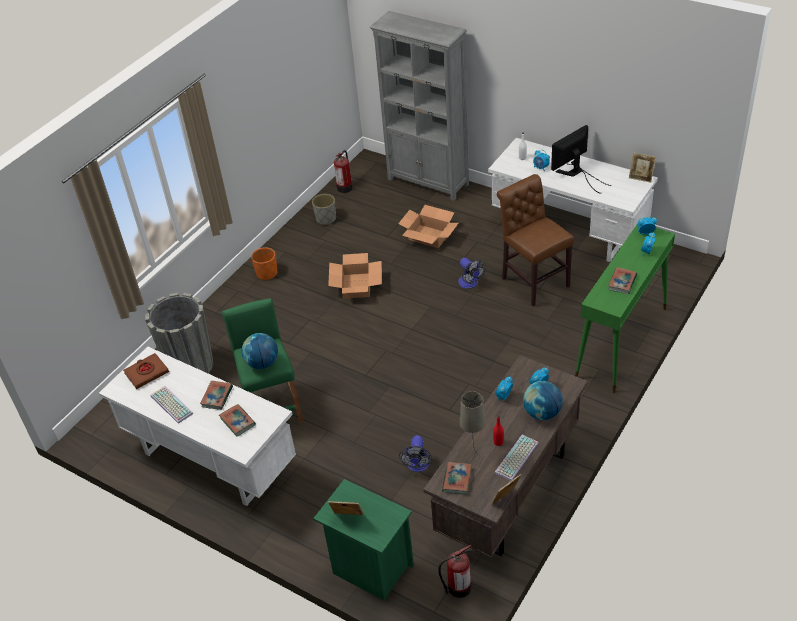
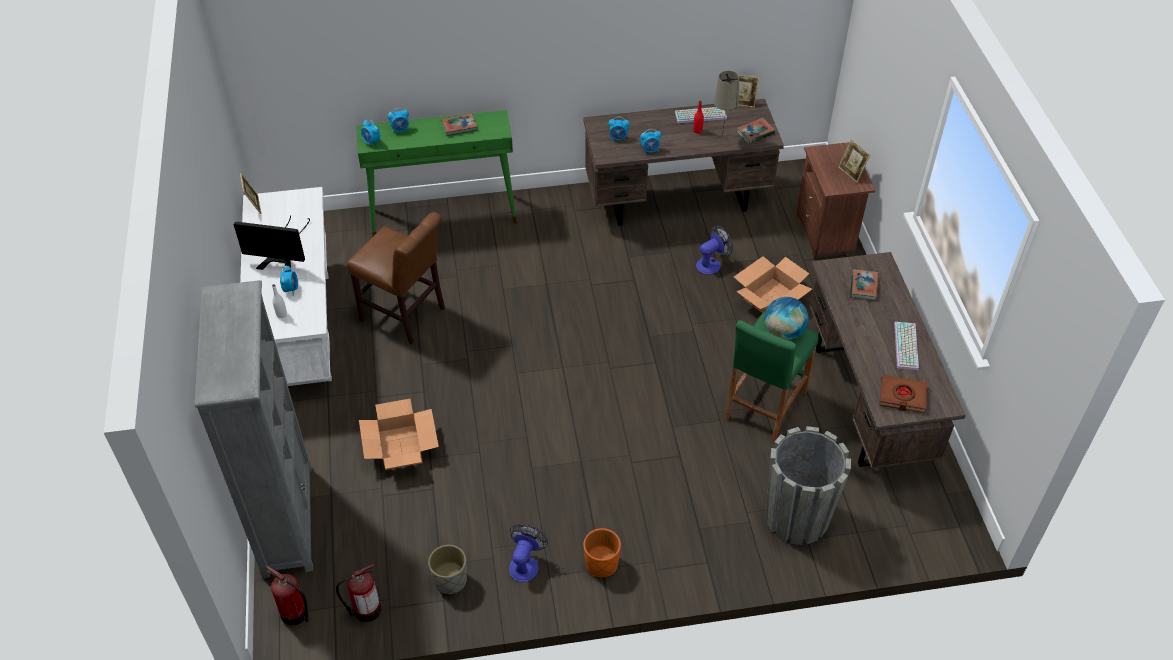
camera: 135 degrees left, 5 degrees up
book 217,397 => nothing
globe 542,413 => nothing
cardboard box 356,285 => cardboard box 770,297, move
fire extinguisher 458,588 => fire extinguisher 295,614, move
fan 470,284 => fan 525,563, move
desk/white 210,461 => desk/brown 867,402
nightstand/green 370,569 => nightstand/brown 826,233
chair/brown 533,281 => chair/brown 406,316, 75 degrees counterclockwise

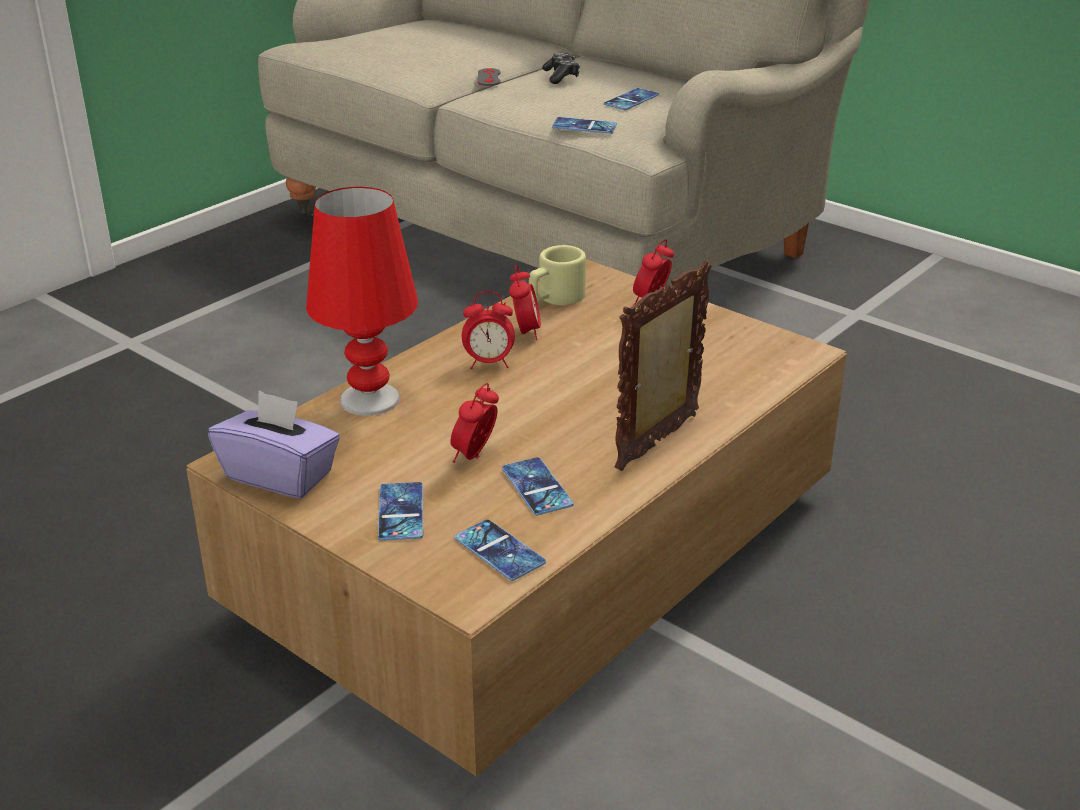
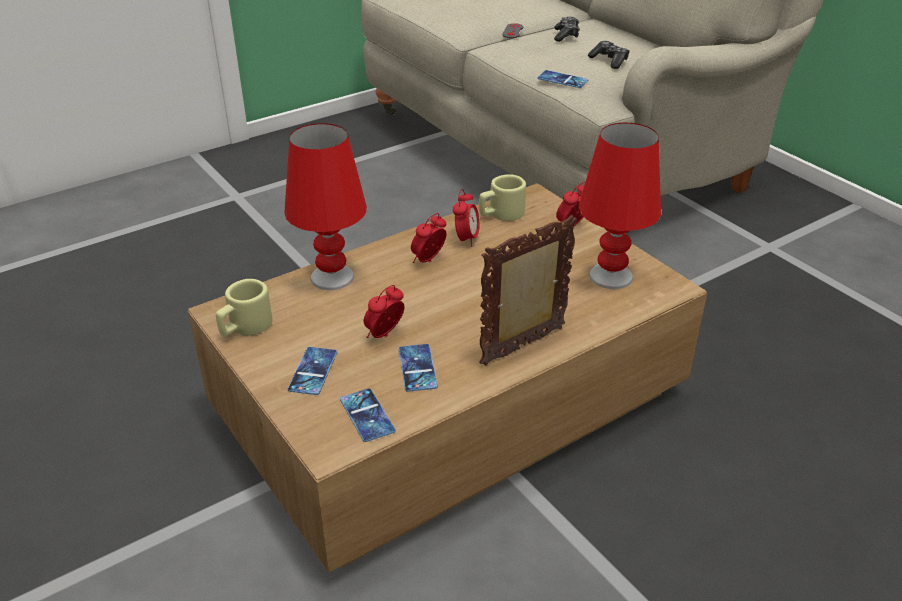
camera: 15 degrees right, 5 degrees up
nothing => table lamp/red 610,276
tissue box/purple 280,475 => mug/beige 245,327
phone 631,100 => game controller 609,61
alarm clock 489,363 => alarm clock 428,261, 120 degrees clockwise

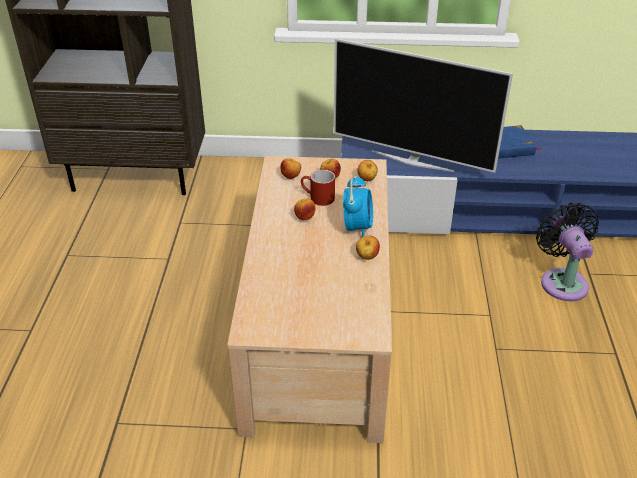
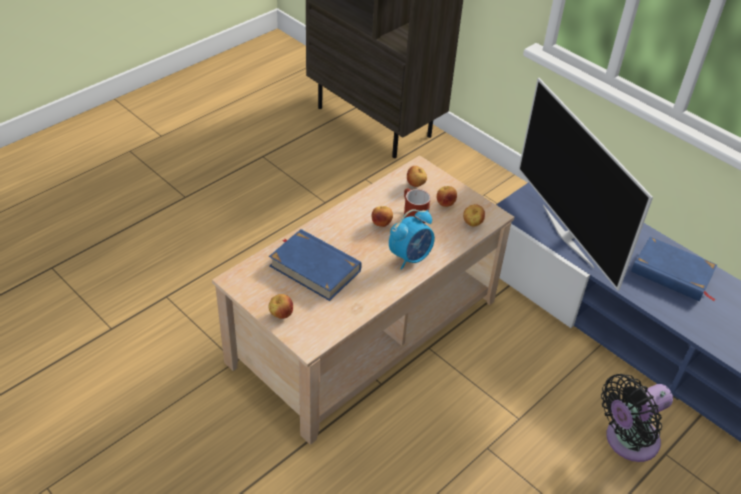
camera: 40 degrees right, 5 degrees up
nothing => book/blue 315,268
apple 367,257 => apple 281,314, move
fan/black 562,281 => fan/black 627,441, 150 degrees counterclockwise

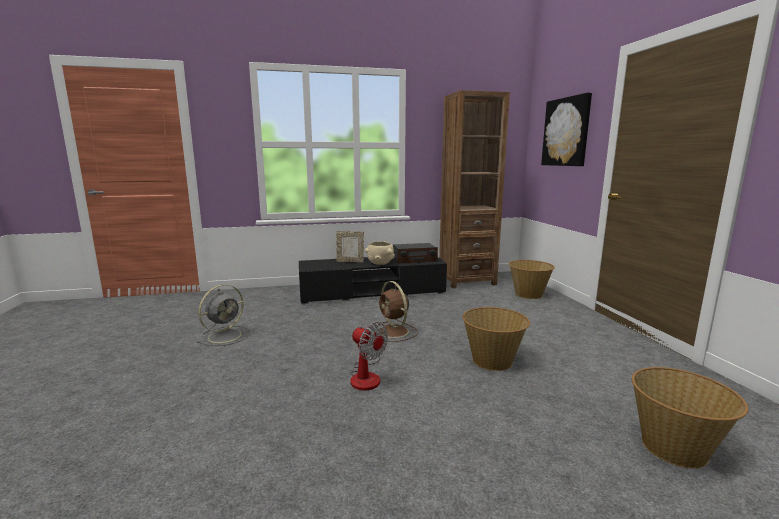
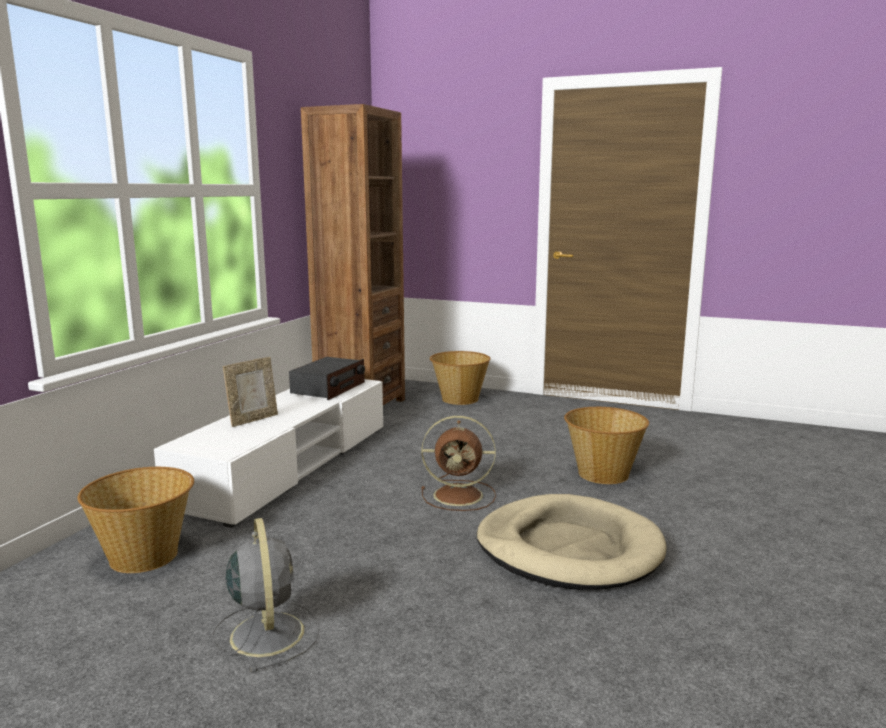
camera: 55 degrees left, 0 degrees up
bowl/beige 380,263 => nothing
picture 566,132 => nothing
basket 675,448 => basket 145,556, move
fan 366,376 => dog bed/beige 568,549
tv stand/black 372,292 => tv stand/white 288,465

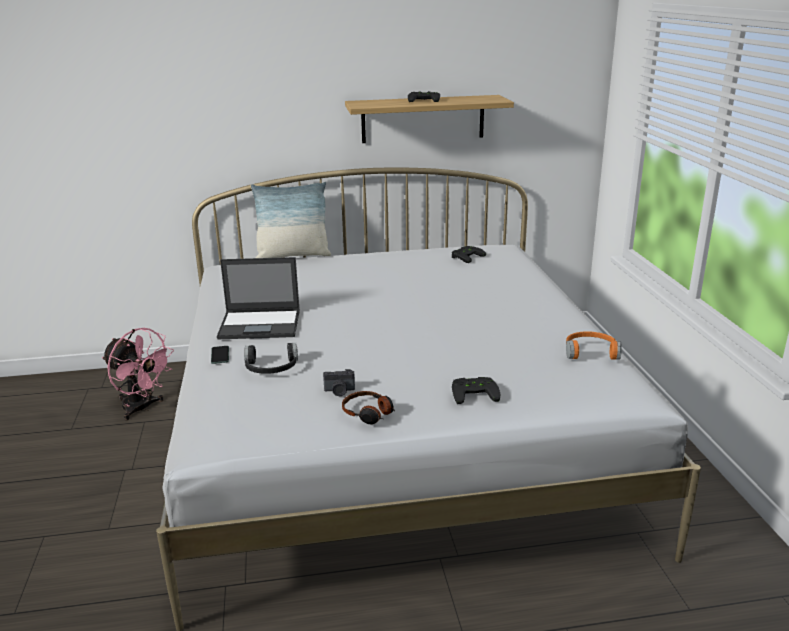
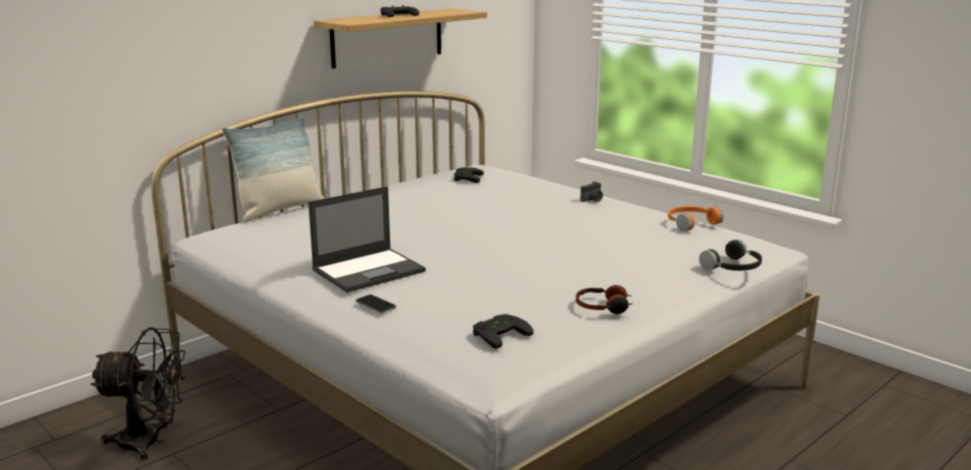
camera: 35 degrees left, 5 degrees down
headphones/black 271,368 => headphones/black 734,267, move
photo camera 339,391 => photo camera 592,200, move
game controller/black 474,392 => game controller/black 499,334, move
fan/pink 142,408 => fan/black 150,442

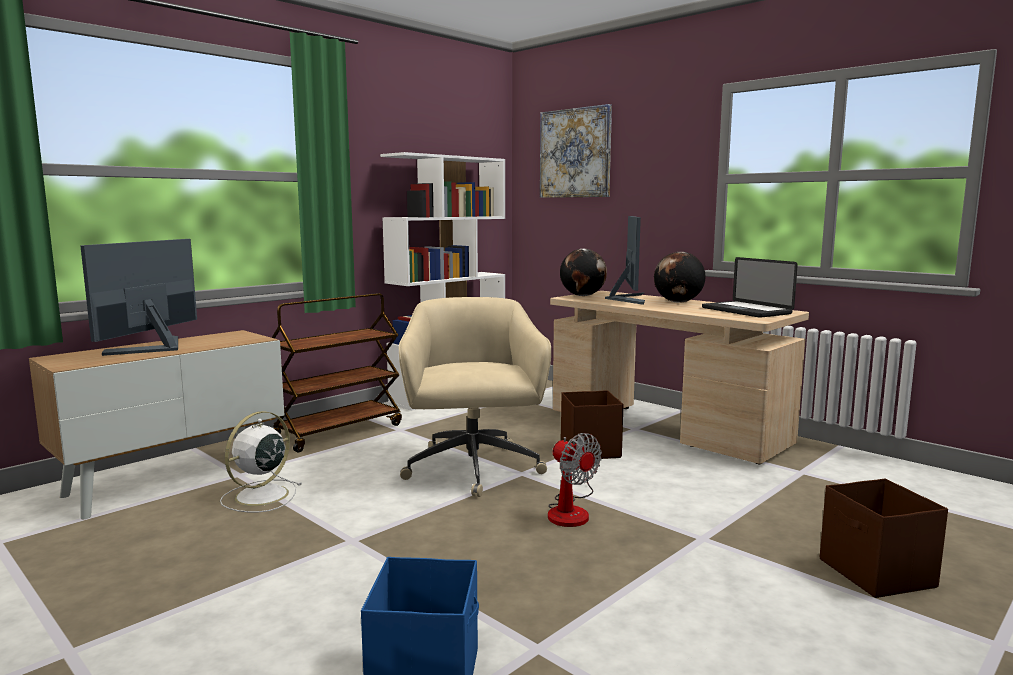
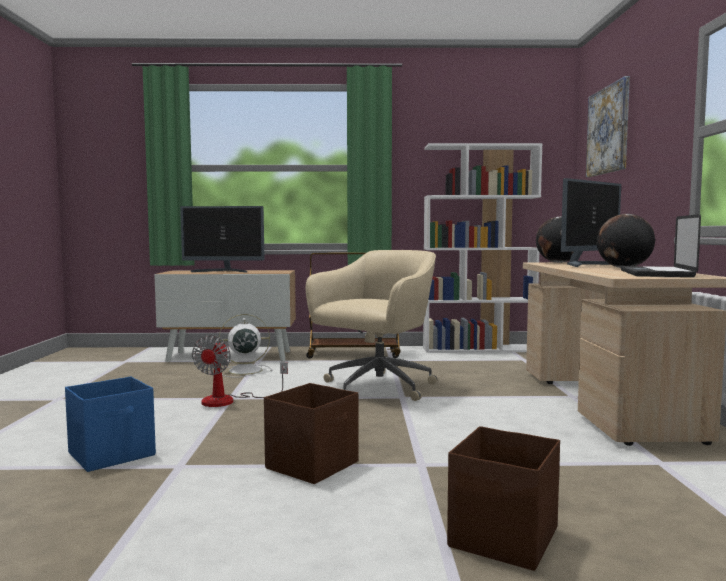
camera: 45 degrees right, 5 degrees down
fan 571,511 => fan 229,400, move
storage box/brown 590,450 => storage box/brown 313,465, move
monitor 154,348 => monitor 224,271, 150 degrees counterclockwise

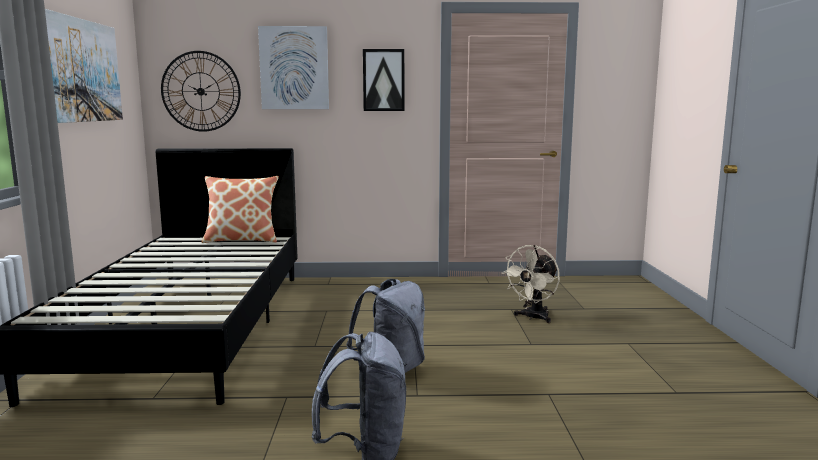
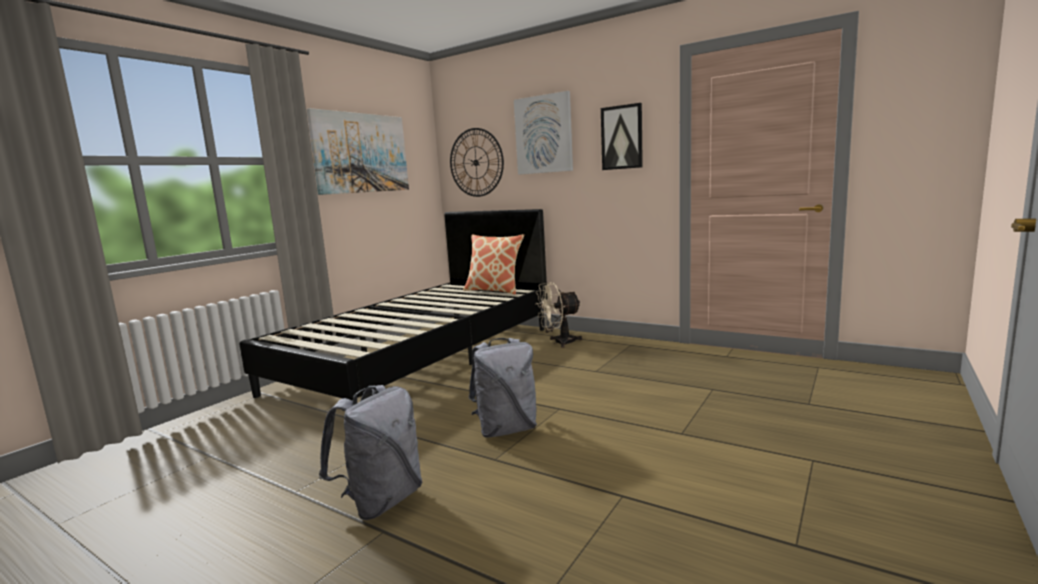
camera: 35 degrees right, 0 degrees up
fan/beige 533,318 => fan/beige 559,343, move

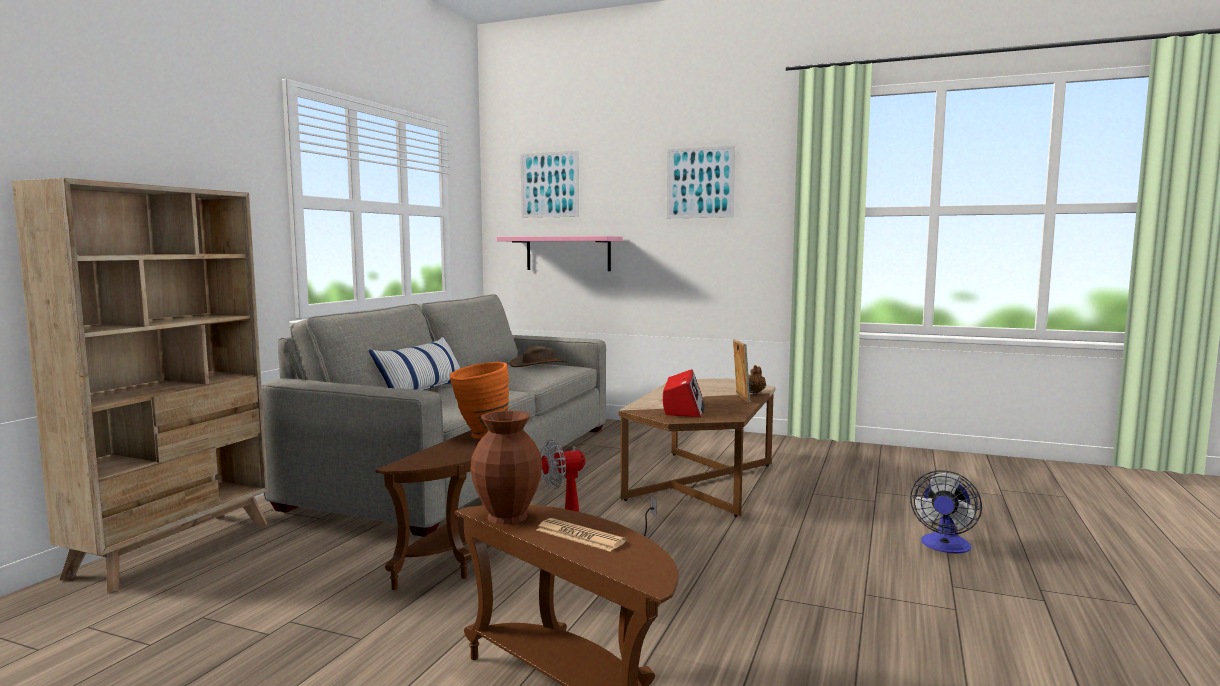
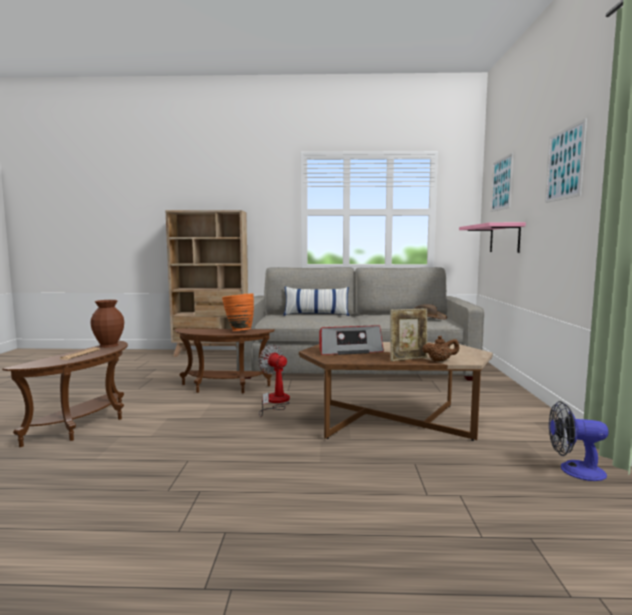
camera: 70 degrees right, 0 degrees up
fan 944,547 => fan 574,470, move

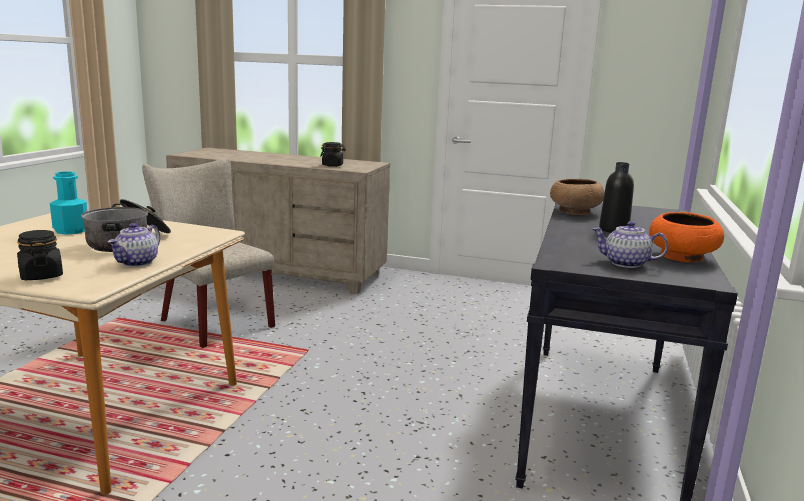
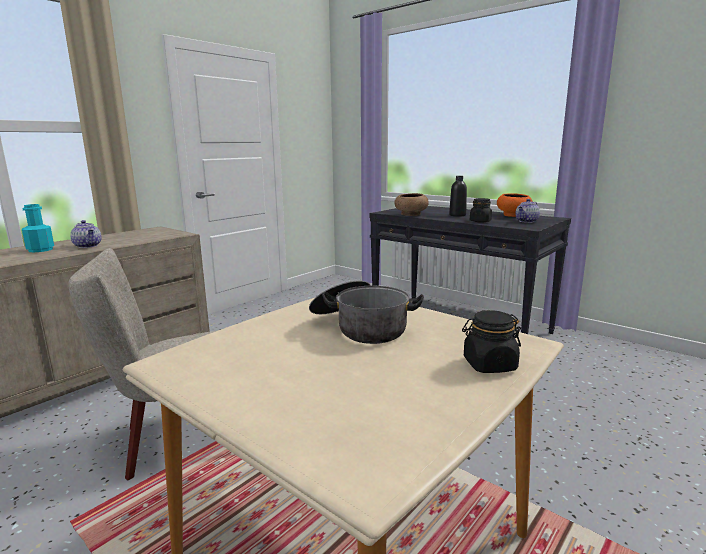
camera: 65 degrees left, 0 degrees up
bottle/turquoise 71,230 => bottle/turquoise 40,250, move
teapot 137,262 => teapot 88,246, move
jar/black 332,165 => jar/black 480,221, move

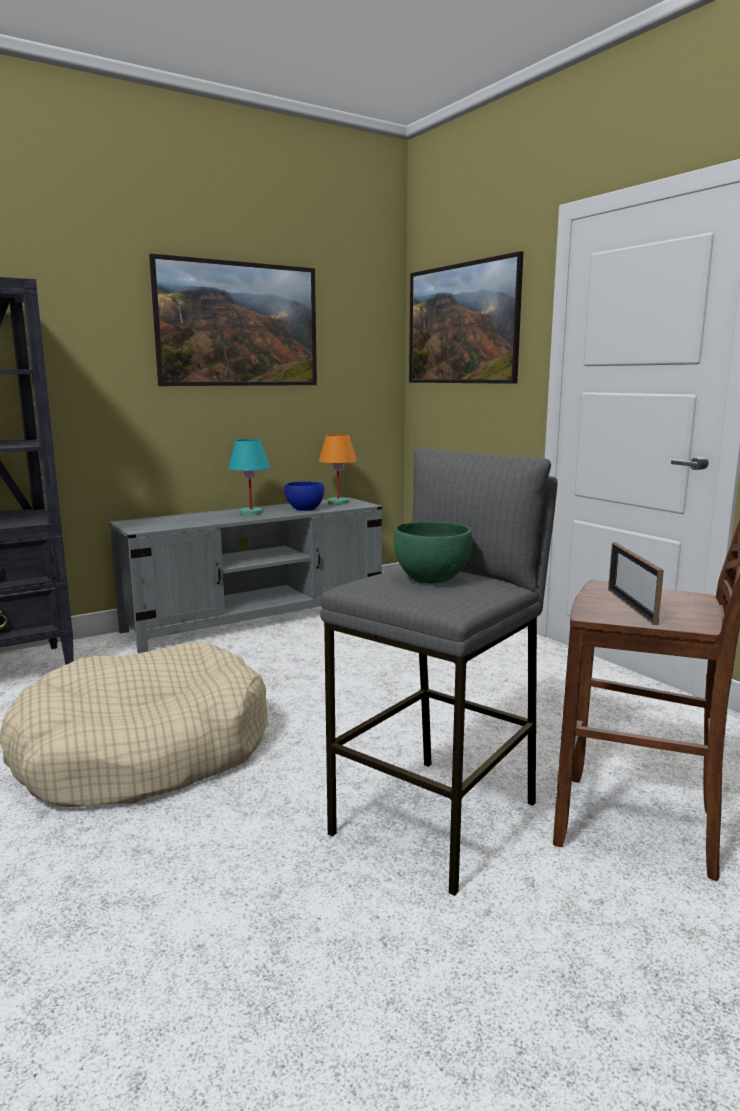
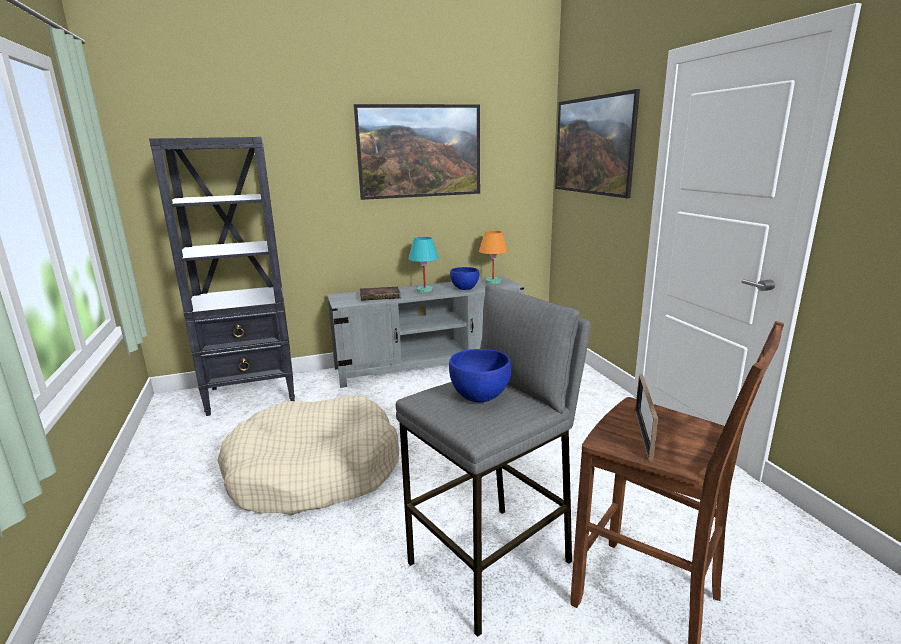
camera: 15 degrees right, 5 degrees up
nothing => book 381,296
bowl/green 431,579 => bowl/blue 479,397

